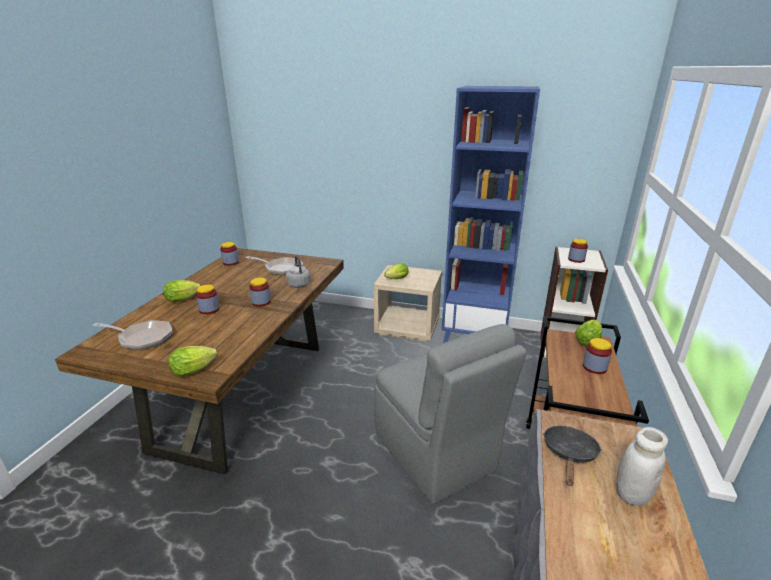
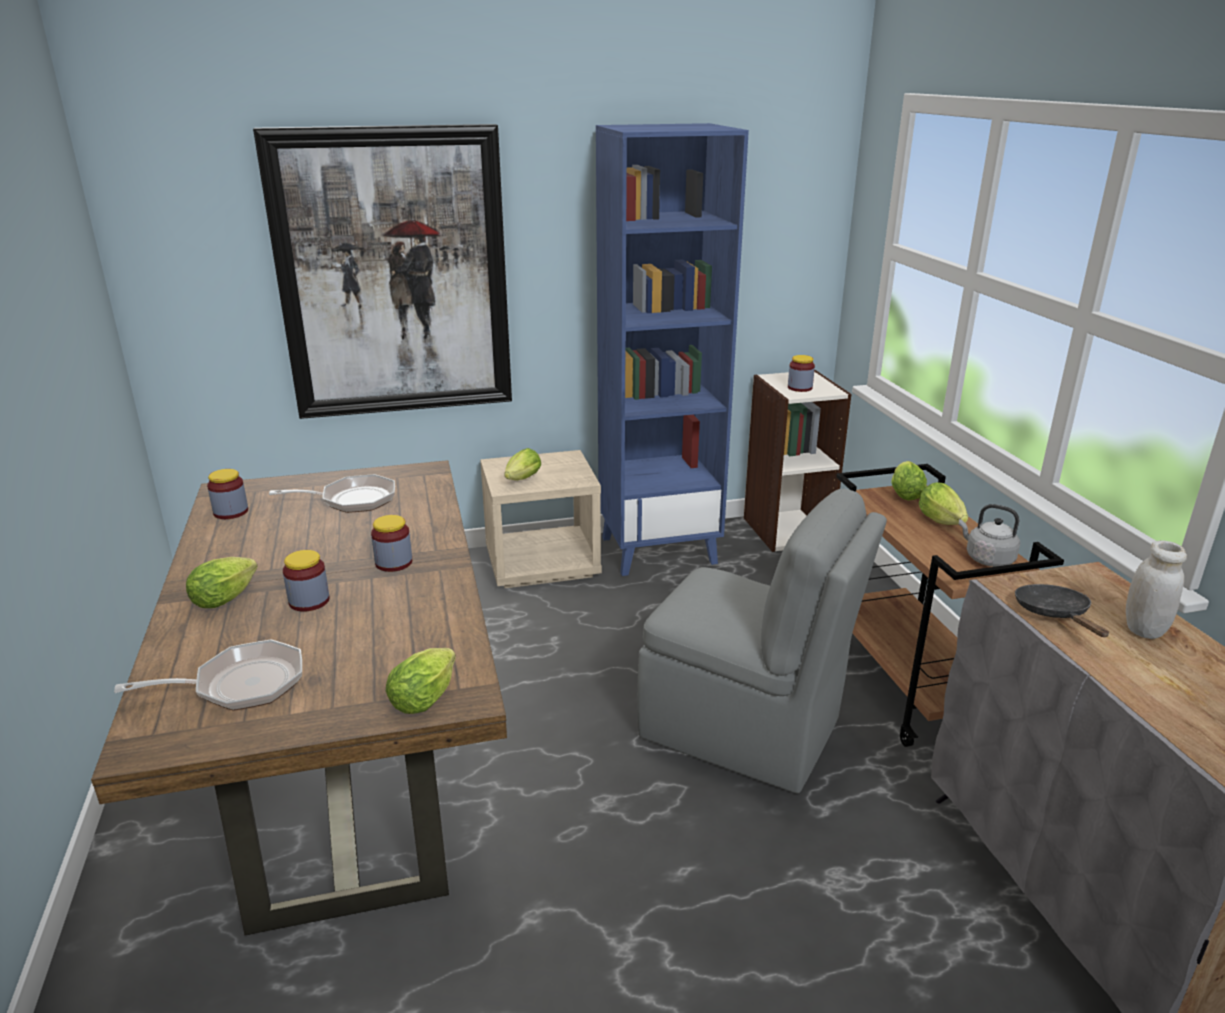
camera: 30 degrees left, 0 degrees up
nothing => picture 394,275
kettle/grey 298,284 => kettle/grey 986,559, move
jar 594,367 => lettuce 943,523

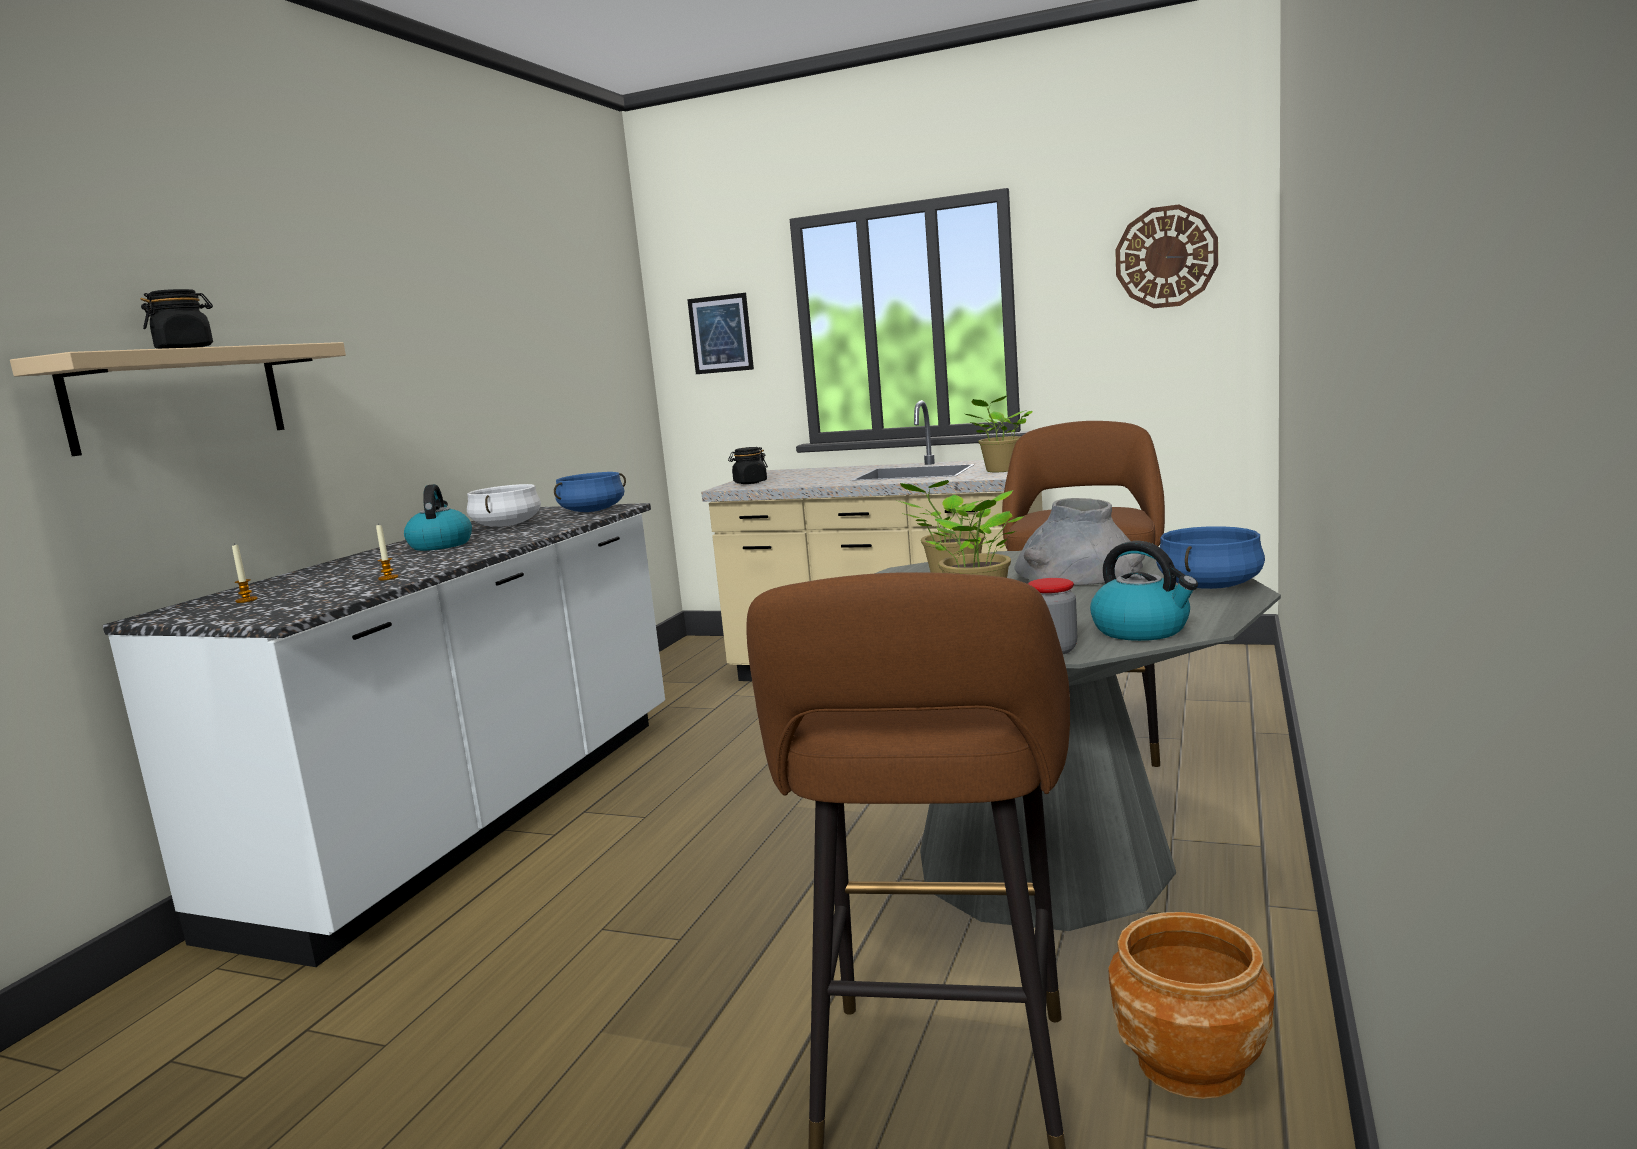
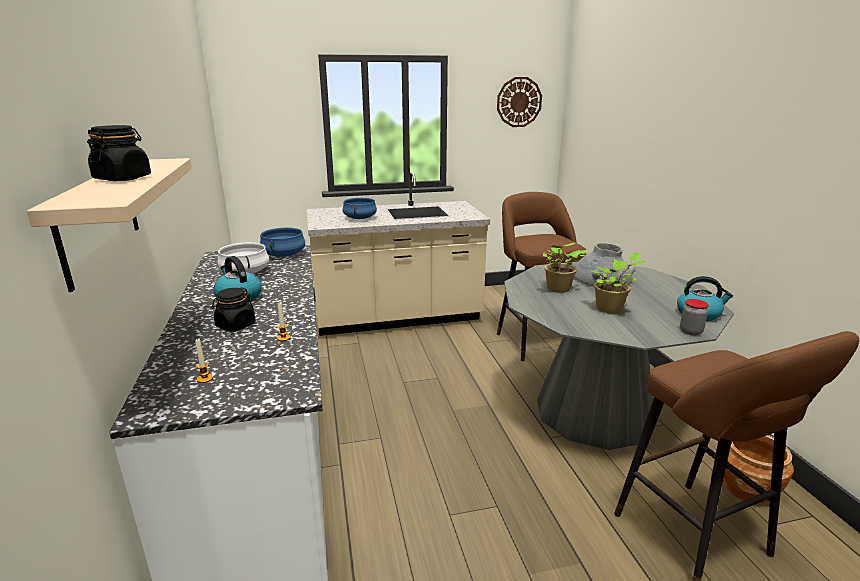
camera: 35 degrees left, 10 degrees up
picture 720,334 => nothing
potted plant 1000,470 => nothing
jar/black 750,482 => jar/black 235,326, move
cooking pot/blue 1209,586 => cooking pot/blue 359,218, move

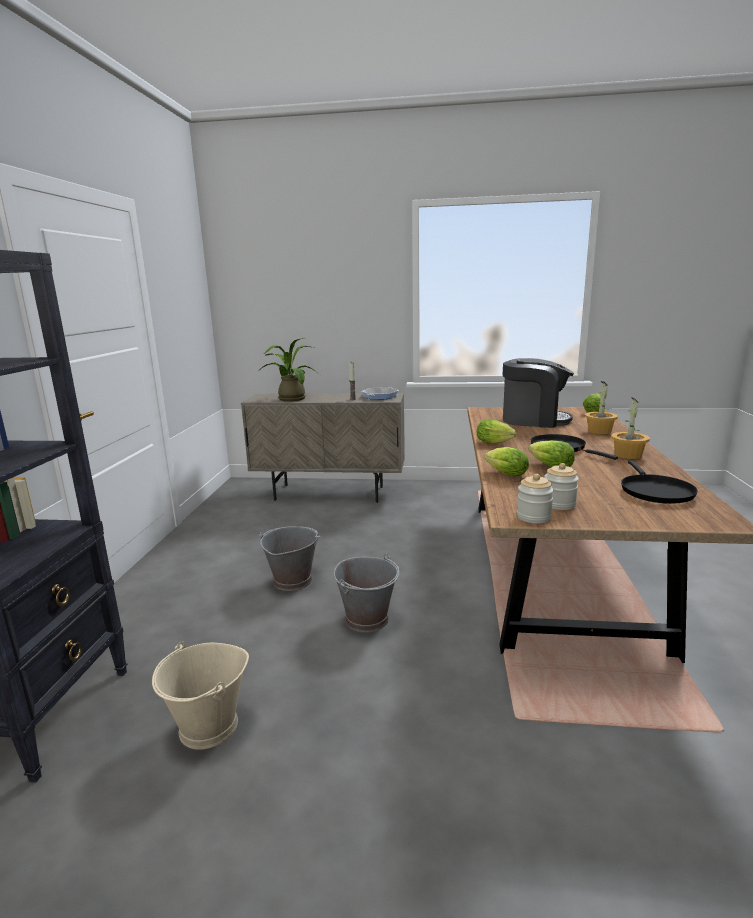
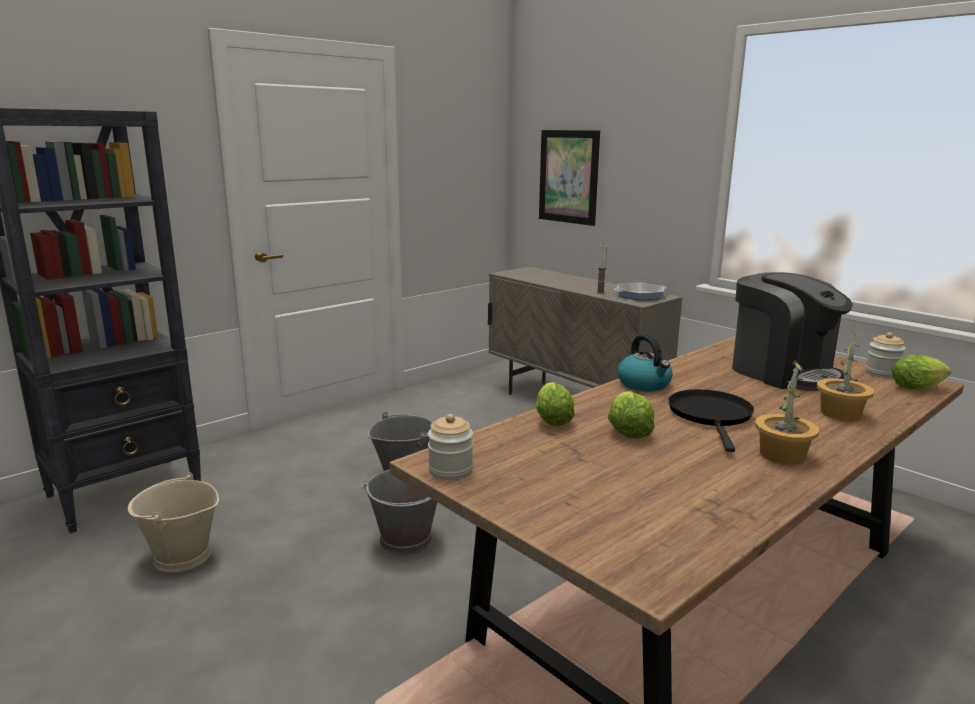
camera: 40 degrees right, 0 degrees up
potted plant 290,398 => nothing
frying pan/black 654,491 => nothing
nothing => picture 568,177
jar 559,504 => jar 882,373, move
lettuce 496,443 => kettle 644,384

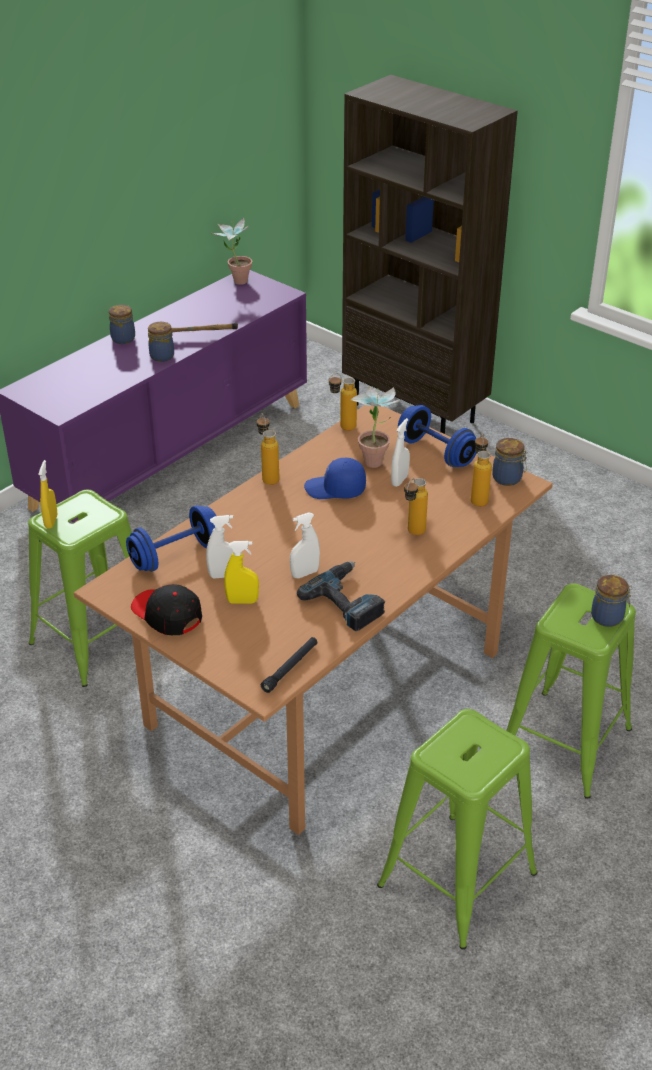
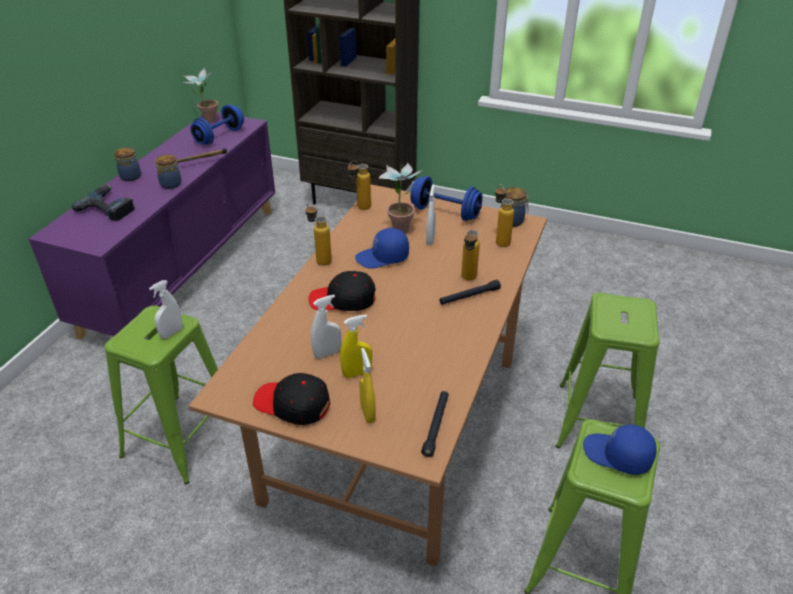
camera: 20 degrees left, 0 degrees up
jar 608,617 => nothing
nothing => cap/black 343,300
nothing => flashlight/black 469,296
nothing => cap/blue 617,455
spray bottle/yellow 51,521 => spray bottle/yellow 368,413, move
dumbbell/blue 175,555 => dumbbell/blue 219,136, move
spray bottle/white 305,573 => spray bottle/white 171,333, move
power drill 348,601 => power drill 109,207, move

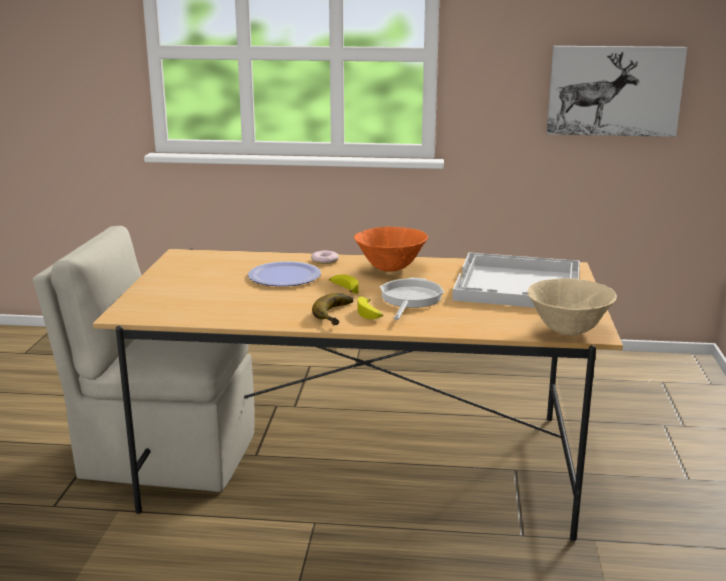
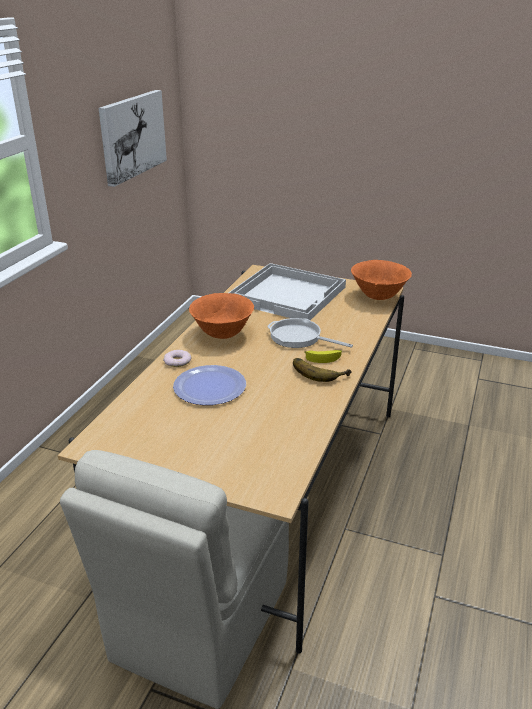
camera: 75 degrees left, 10 degrees up
banana 343,289 => nothing
bowl/beige 568,331 => bowl/orange 379,297

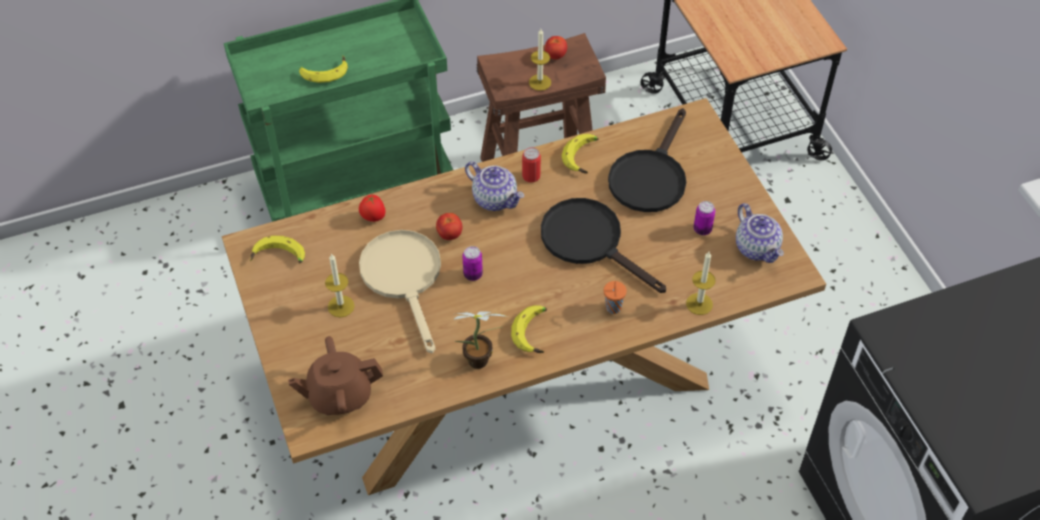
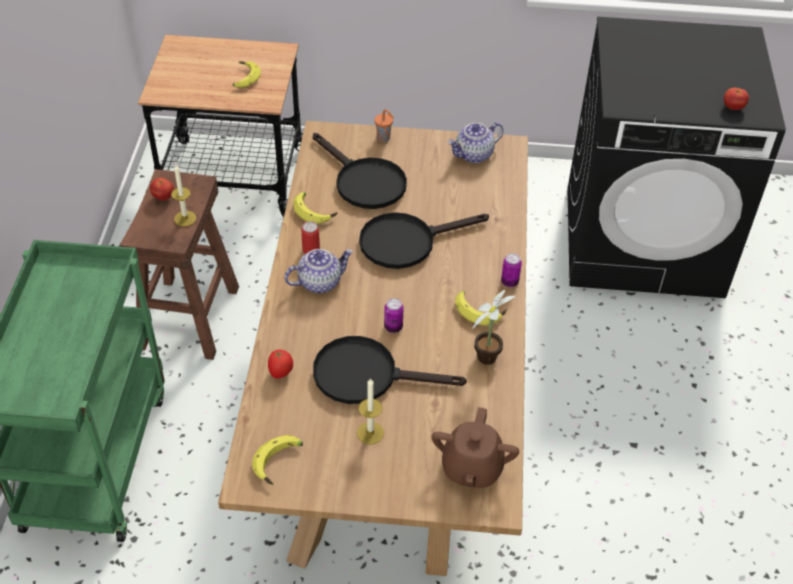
camera: 65 degrees left, 5 degrees down
candle 699,304 => nothing
banana 324,72 => banana 243,78, move
tomato 449,234 => tomato 733,107, move
cup/orange 613,308 => cup/orange 384,138, move
can 702,229 => can 509,282, move
frying pan/beige 404,278 => frying pan/black 367,375
teapot 757,248 => teapot 474,155, 150 degrees clockwise

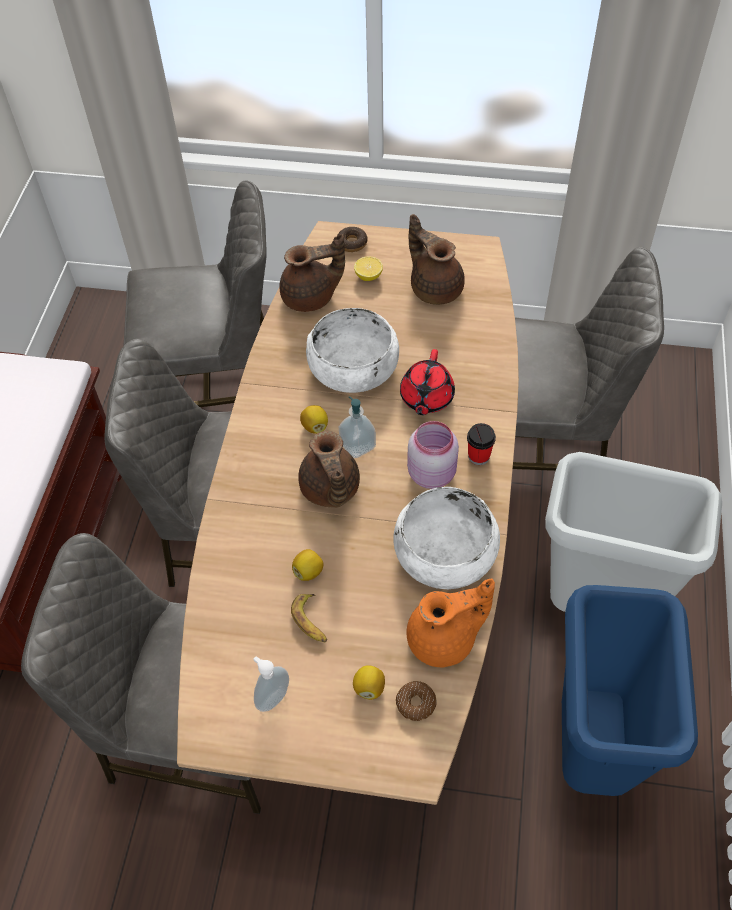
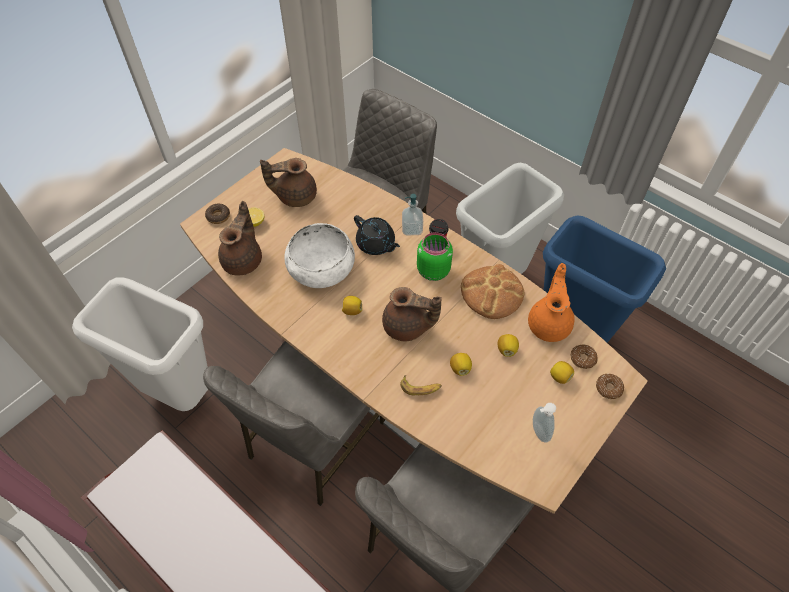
camera: 60 degrees left, 0 degrees up
nothing => lemon 506,349
nothing => donut 608,388
banana 311,621 => banana 420,387, move
soap dispenser 357,445 => soap dispenser 412,229, move
chair/grey 216,386 => trash can/white 181,393
bowl/white 445,551 => bread 491,293
teapot/red 426,398 => teapot/black 376,244
jar/pink 432,472 => jar/green 432,270

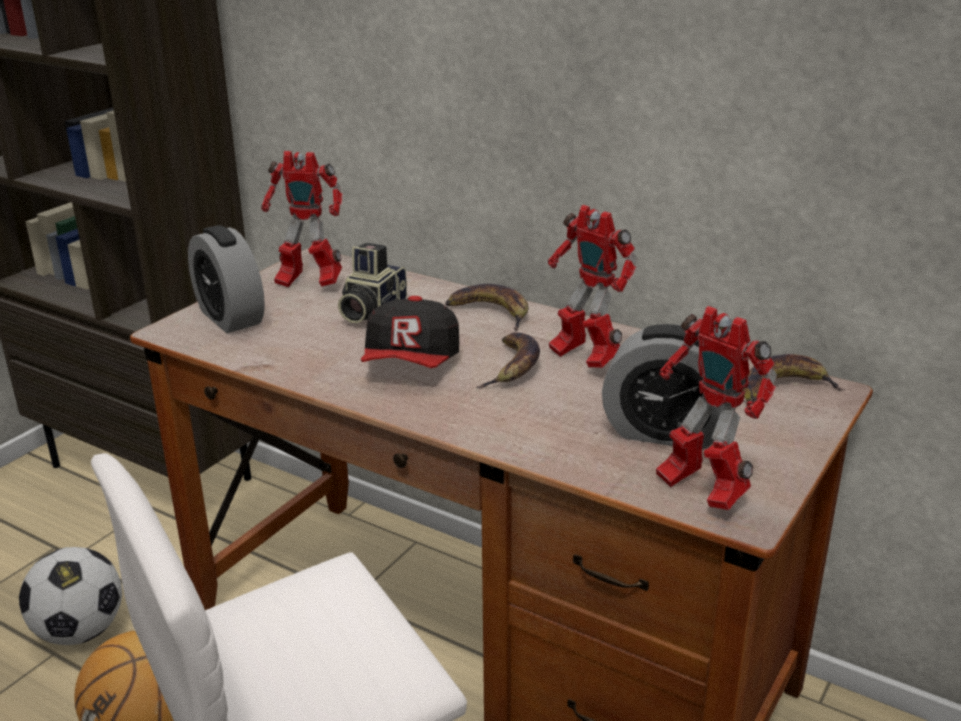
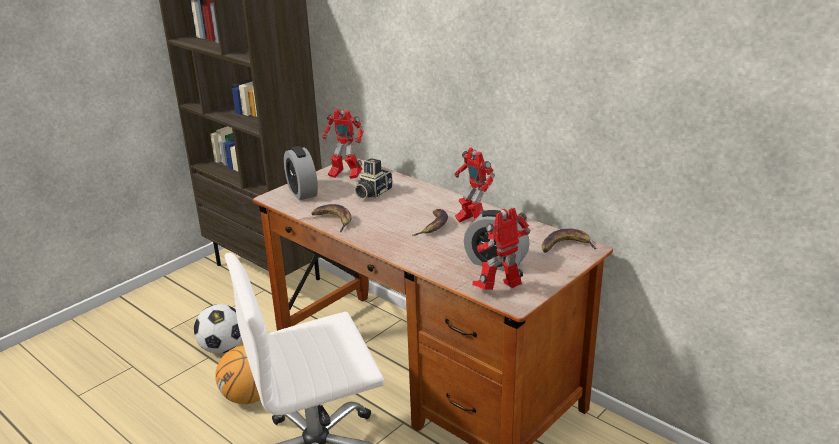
camera: 10 degrees right, 0 degrees up
cap 412,363 => nothing
banana 491,312 => banana 334,220, move
toy robot 700,490 => toy robot 500,290, 90 degrees clockwise

